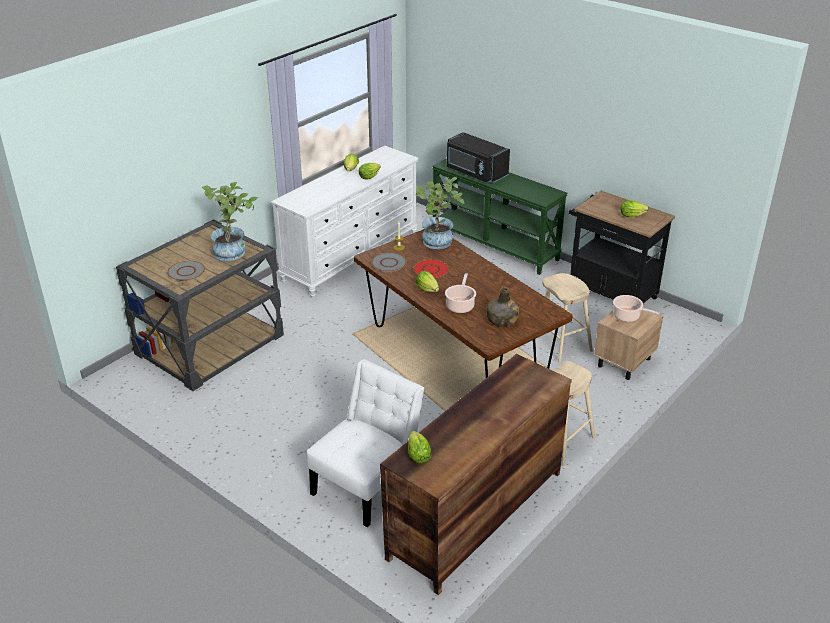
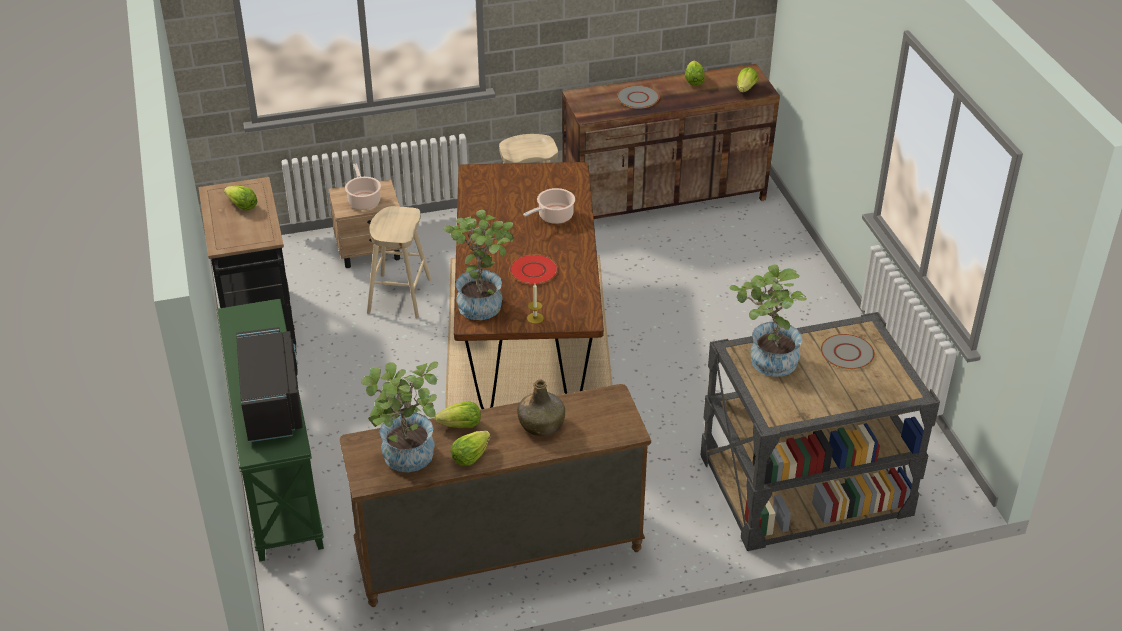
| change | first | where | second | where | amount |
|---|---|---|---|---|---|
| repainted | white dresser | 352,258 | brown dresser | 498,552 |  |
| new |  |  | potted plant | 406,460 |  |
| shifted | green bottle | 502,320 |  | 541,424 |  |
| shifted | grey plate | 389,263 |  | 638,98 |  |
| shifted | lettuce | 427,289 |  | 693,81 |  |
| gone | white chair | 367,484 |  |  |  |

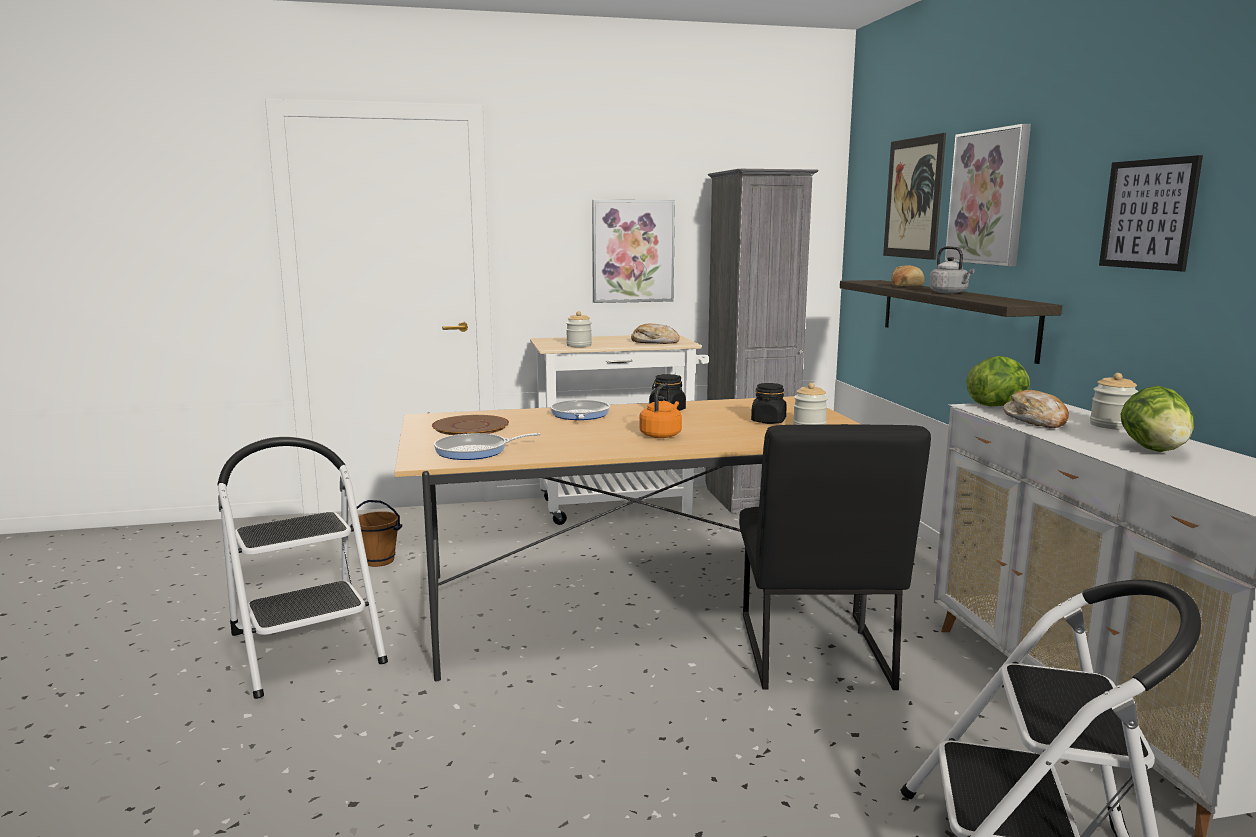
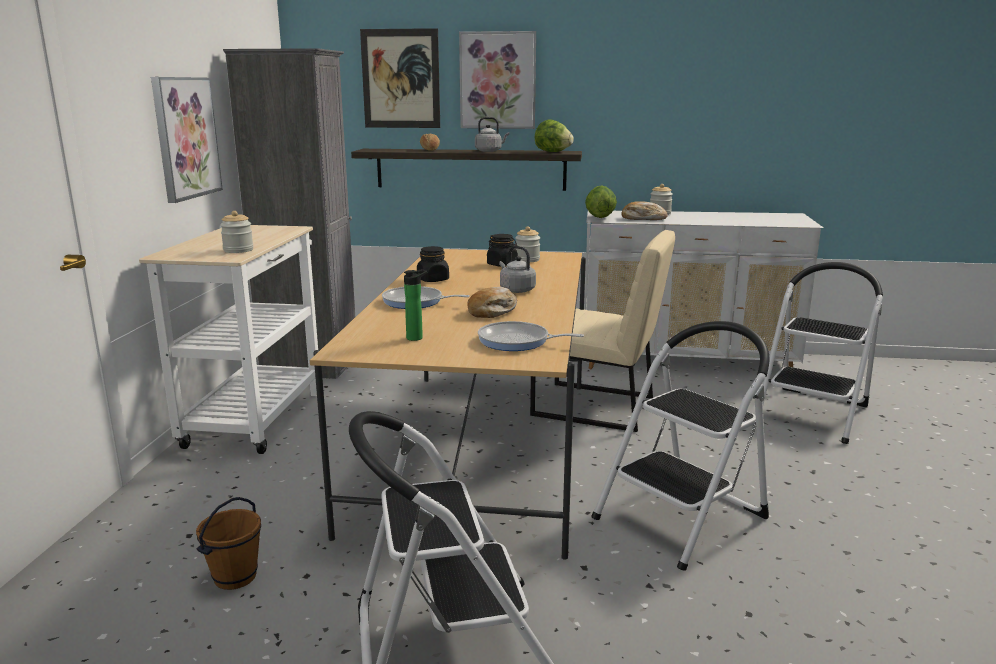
| change | first | where | second | where | amount |
|---|---|---|---|---|---|
| swapped | brown plate | 470,427 | bottle | 416,337 |  |
| shifted | bread | 654,342 |  | 493,311 |  |
| rotated | frying pan | 475,451 |  | 517,342 | 105 degrees clockwise |
| repainted | orange kettle | 661,435 | grey kettle | 516,290 |  |
| repainted | black chair | 813,652 | beige chair | 597,407 |  |
| shifted | lettuce | 1154,449 |  | 552,152 |  |
| new |  |  | step ladder | 684,517 |  |
| gone | picture | 1148,214 |  |  |  |

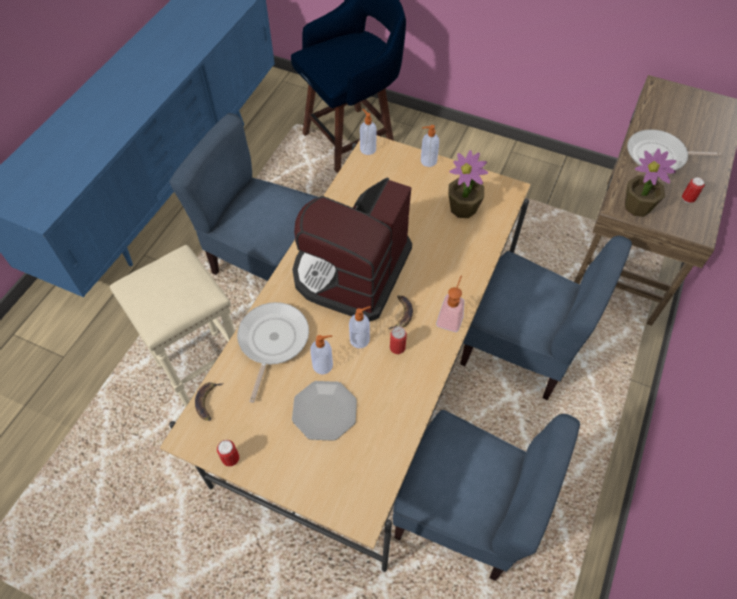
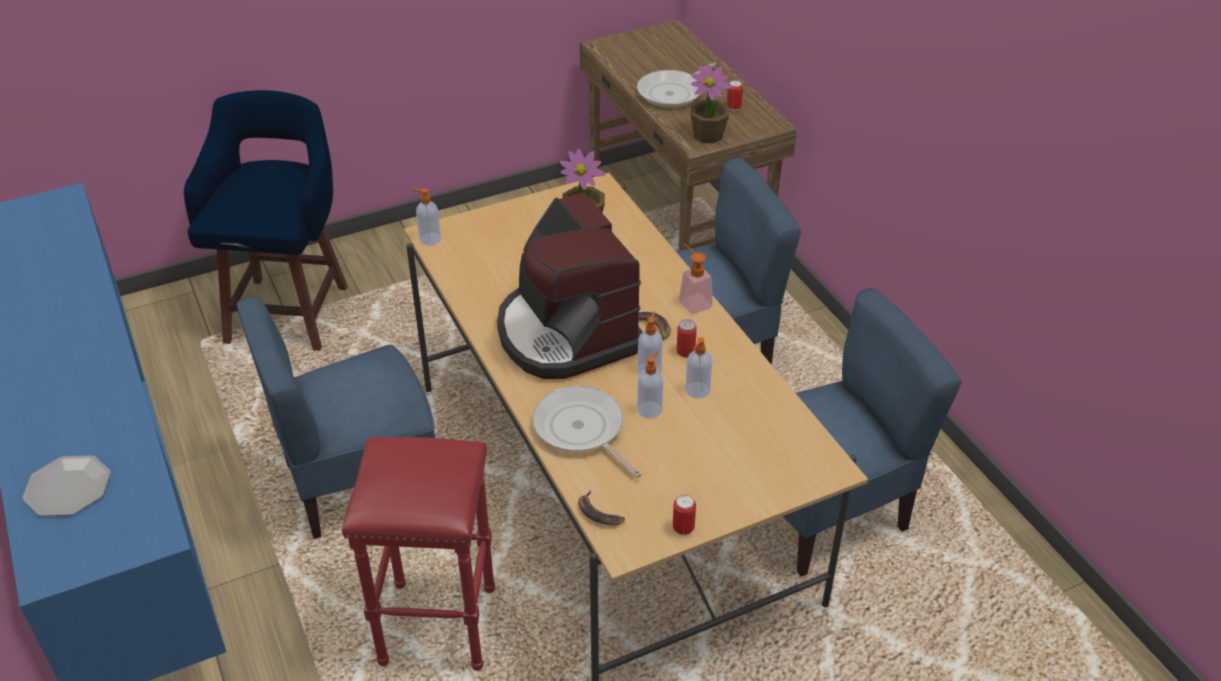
| change | first | where | second | where | amount |
|---|---|---|---|---|---|
| shifted | plate | 324,411 |  | 68,487 |  |
| repainted | beige stool | 205,371 | red stool | 440,623 |  |
| shifted | soap dispenser | 428,161 |  | 697,391 |  |

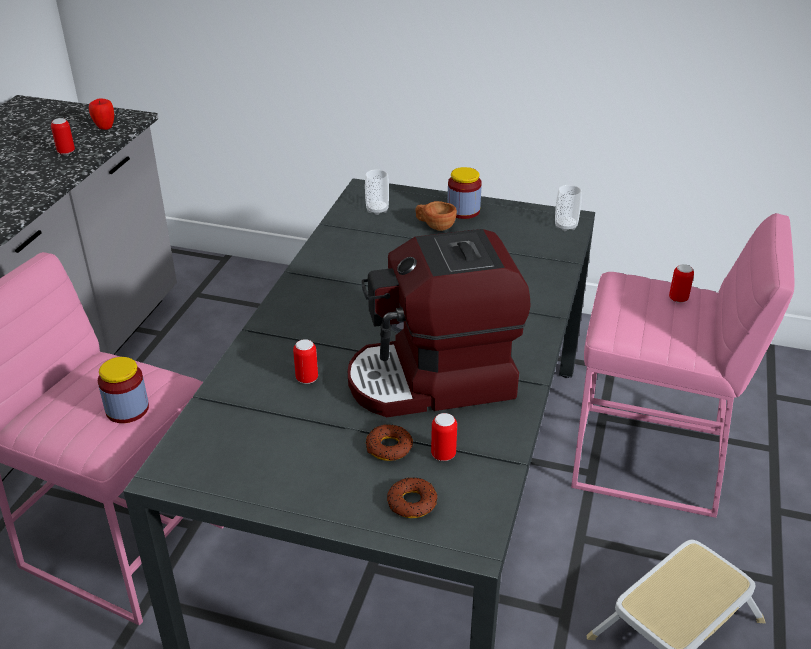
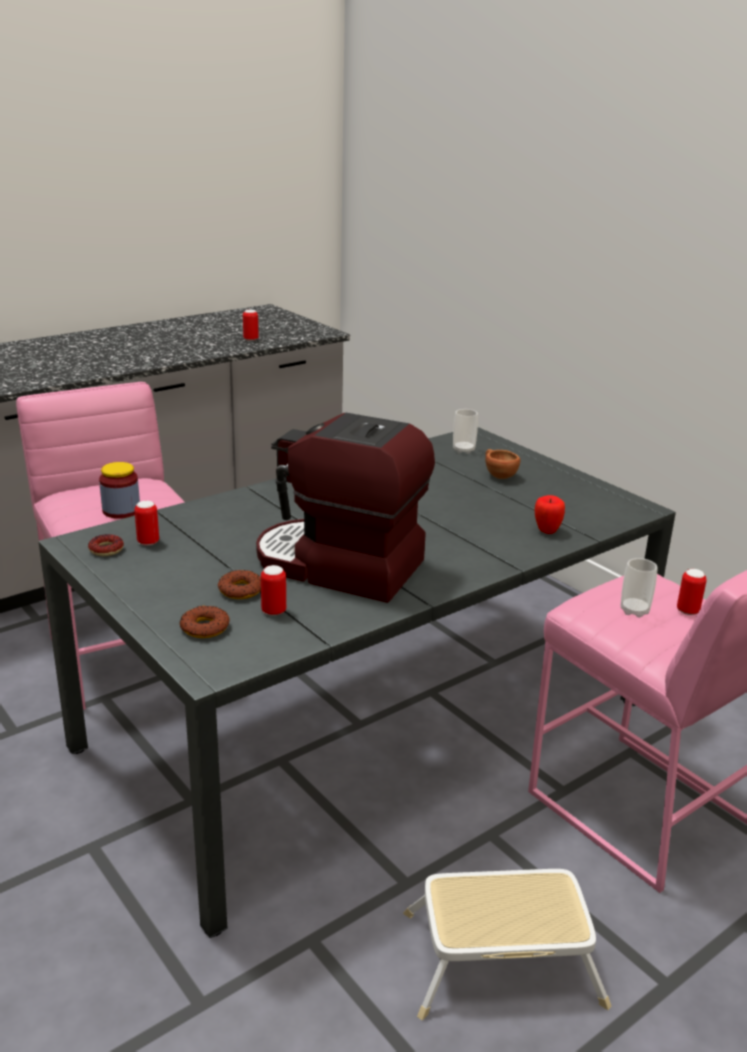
| change | first | where | second | where | amount |
|---|---|---|---|---|---|
| new |  |  | donut | 106,550 |  |
| shifted | can | 307,378 |  | 148,542 |  |
| shifted | apple | 105,127 |  | 547,531 |  |
| shifted | cup | 565,226 |  | 634,611 |  |
| gone | jar | 463,211 |  |  |  |

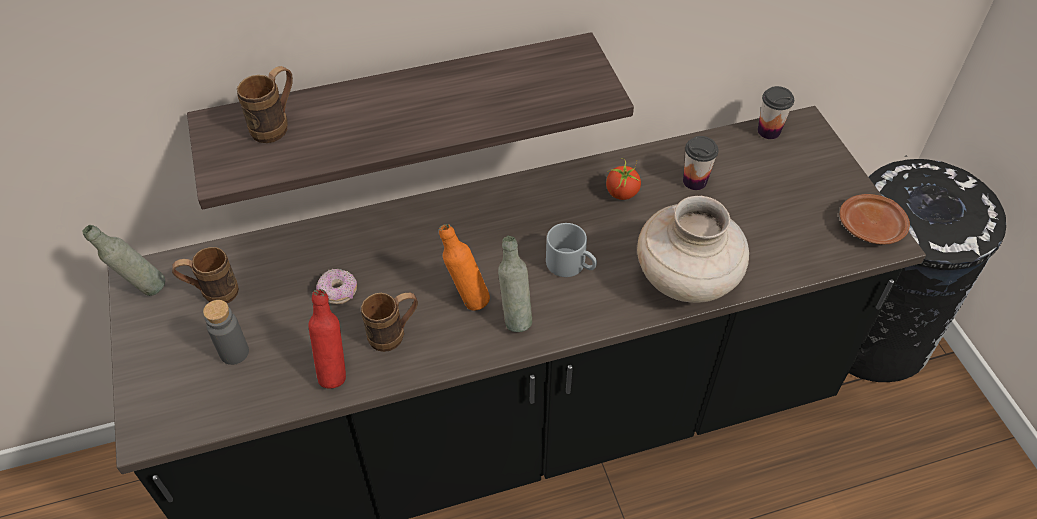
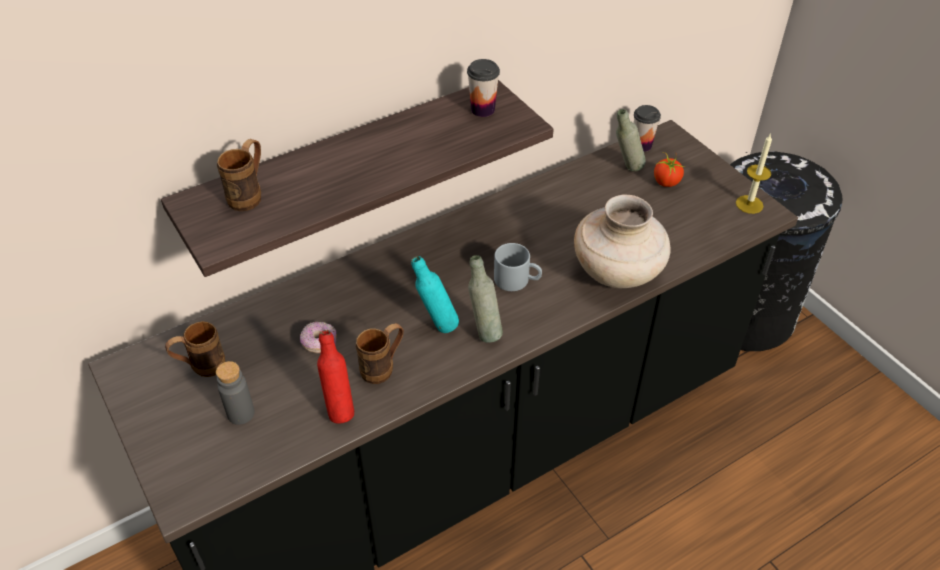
| change | first | where | second | where | amount |
|---|---|---|---|---|---|
| repainted | orange bottle | 466,298 | turquoise bottle | 436,325 |  |
| shifted | cup | 694,181 |  | 482,109 |  |
| shifted | grey bottle | 142,290 |  | 626,169 |  |
| shifted | tomato | 622,193 |  | 666,182 |  |
| swapped | brown plate | 871,227 | candle | 749,204 |  |

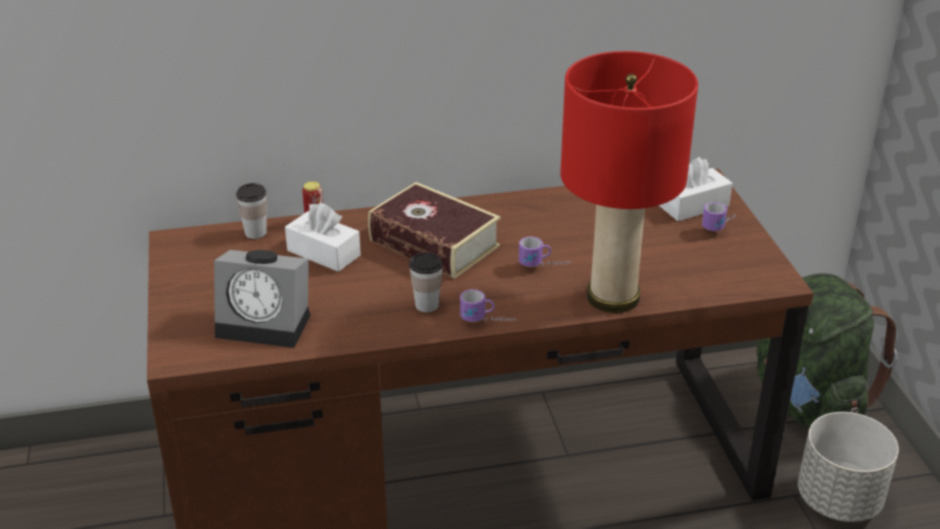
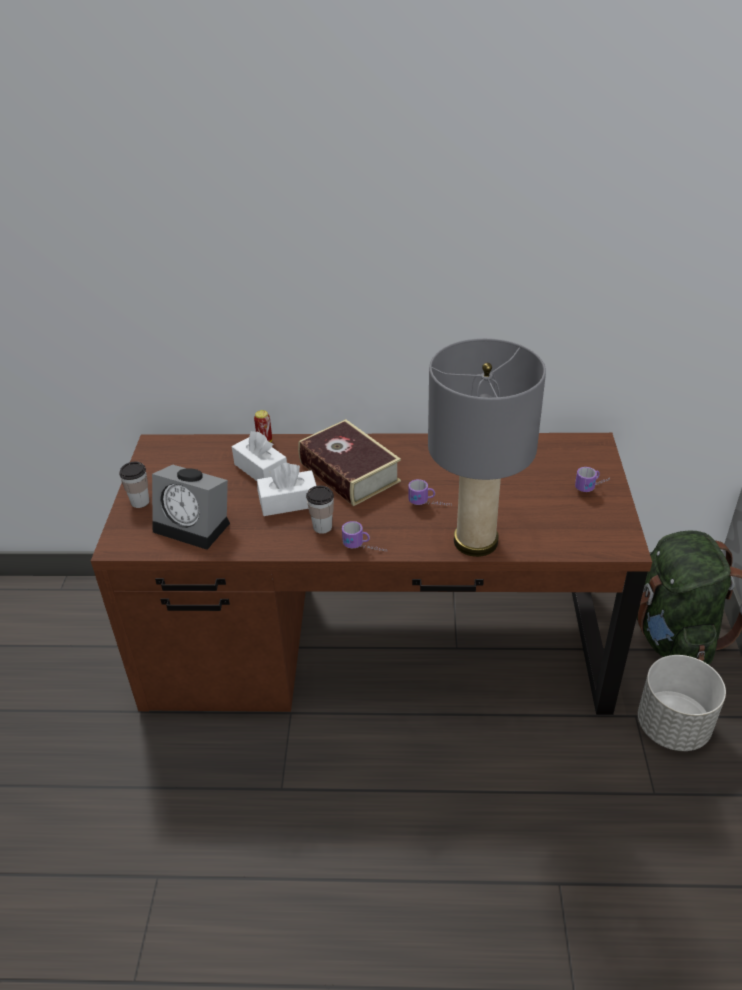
| change | first | where | second | where | amount |
|---|---|---|---|---|---|
| shifted | cup | 255,233 |  | 140,502 |  |
| shifted | white tissue box | 693,206 |  | 288,502 |  |
| repainted | red table lamp | 614,297 | grey table lamp | 476,541 |  |

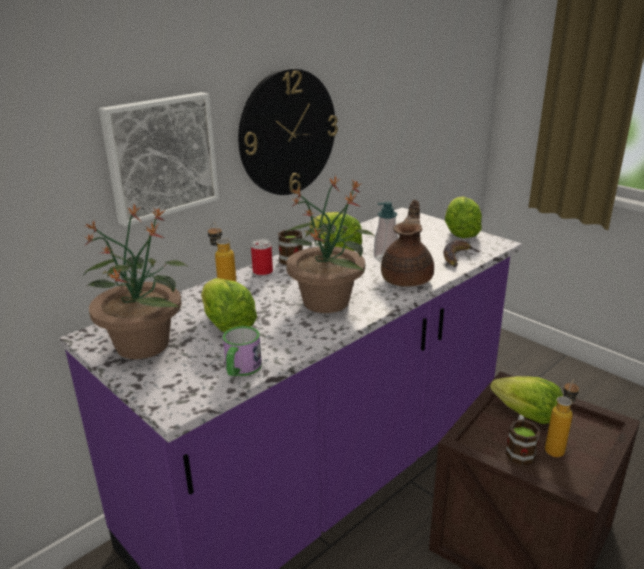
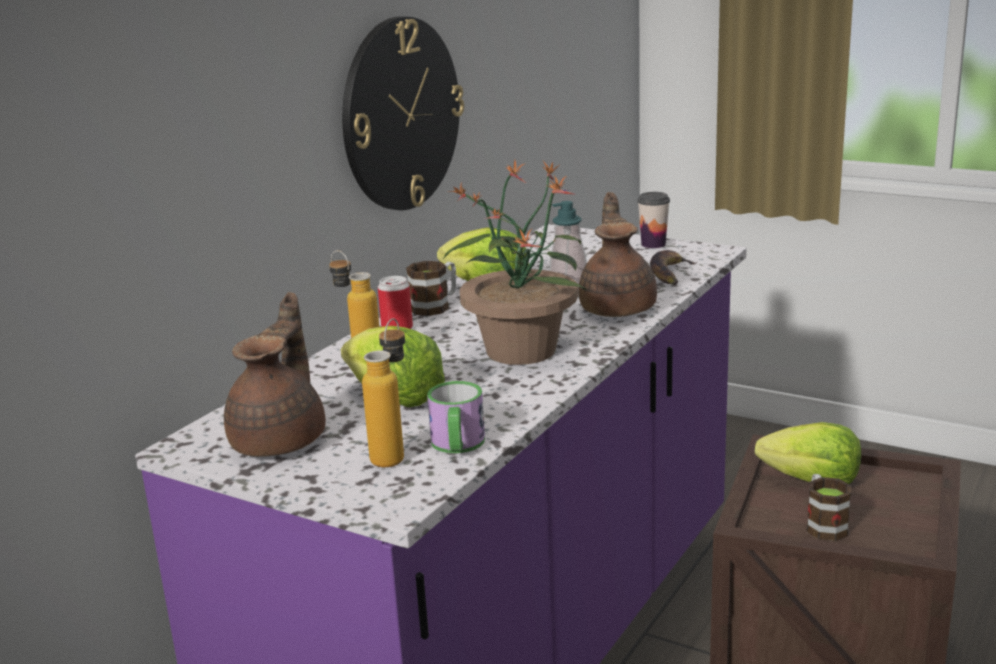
| change | first | where | second | where | amount |
|---|---|---|---|---|---|
| swapped | potted plant | 143,344 | brown teapot | 282,440 |  |
| shifted | bottle | 557,447 |  | 394,454 |  |
| swapped | lettuce | 460,232 | cup | 653,244 |  |
| gone | picture | 160,156 |  |  |  |

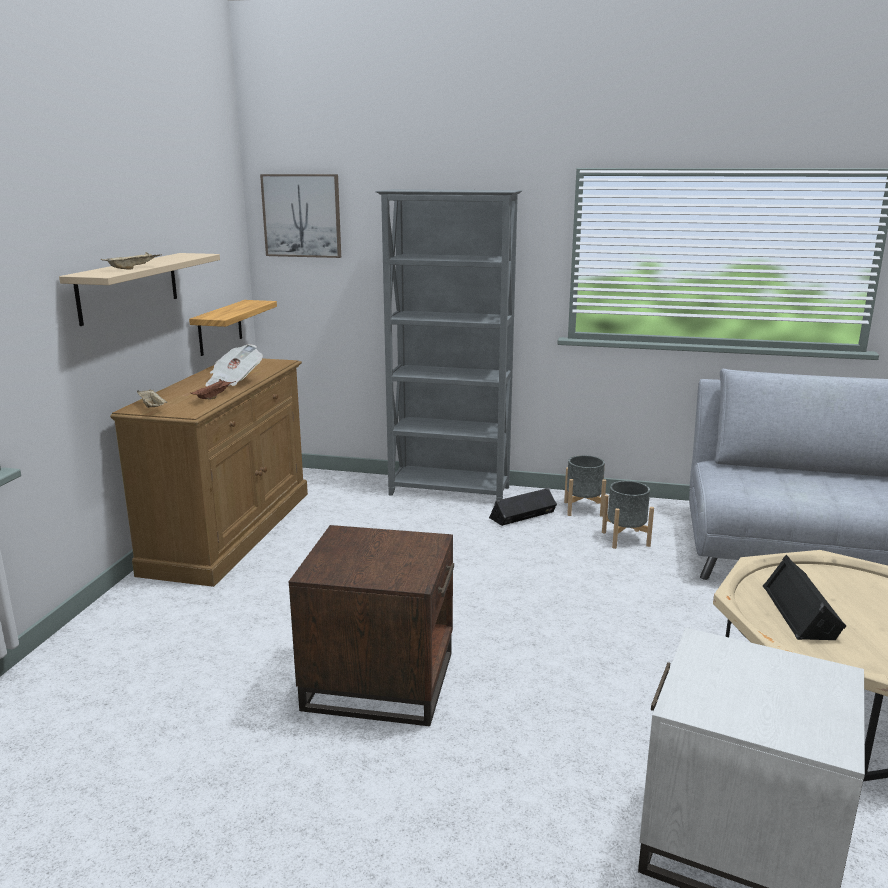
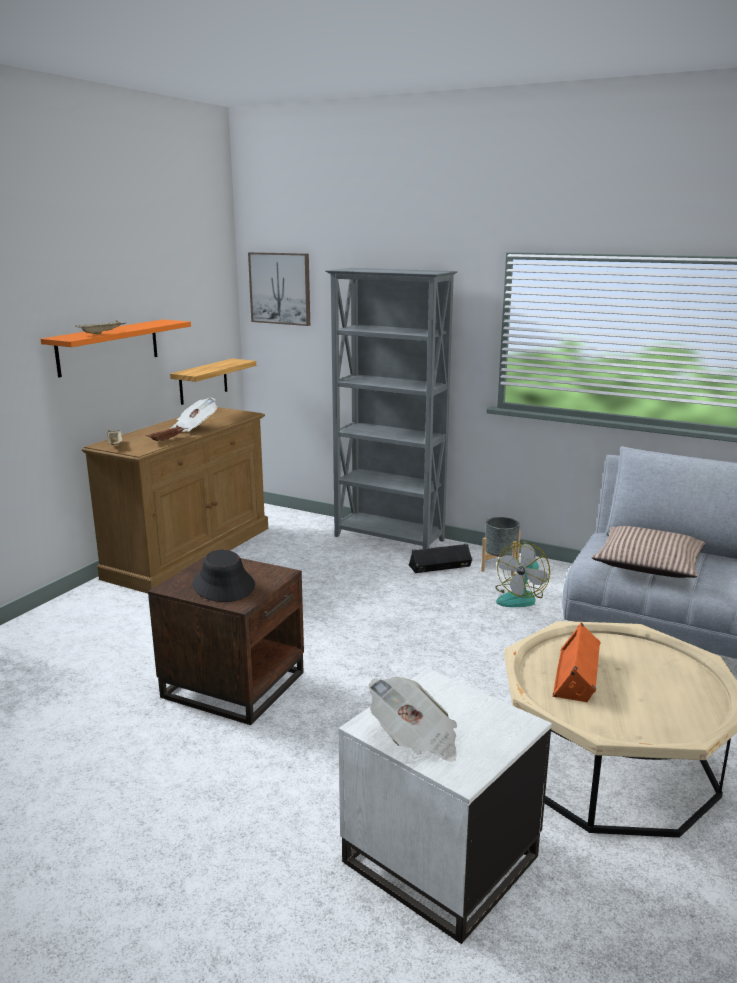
| change | first | where | second | where | amount |
|---|---|---|---|---|---|
| repainted | beige shelf | 129,287 | orange shelf | 108,347 |  |
| new |  |  | black hat | 224,585 |  |
| new |  |  | newspaper | 415,740 |  |
| swapped | grey planter | 625,539 | fan | 520,597 |  |
| repainted | black speaker | 802,611 | orange speaker | 578,674 |  |
| new |  |  | pillow | 648,564 |  |

